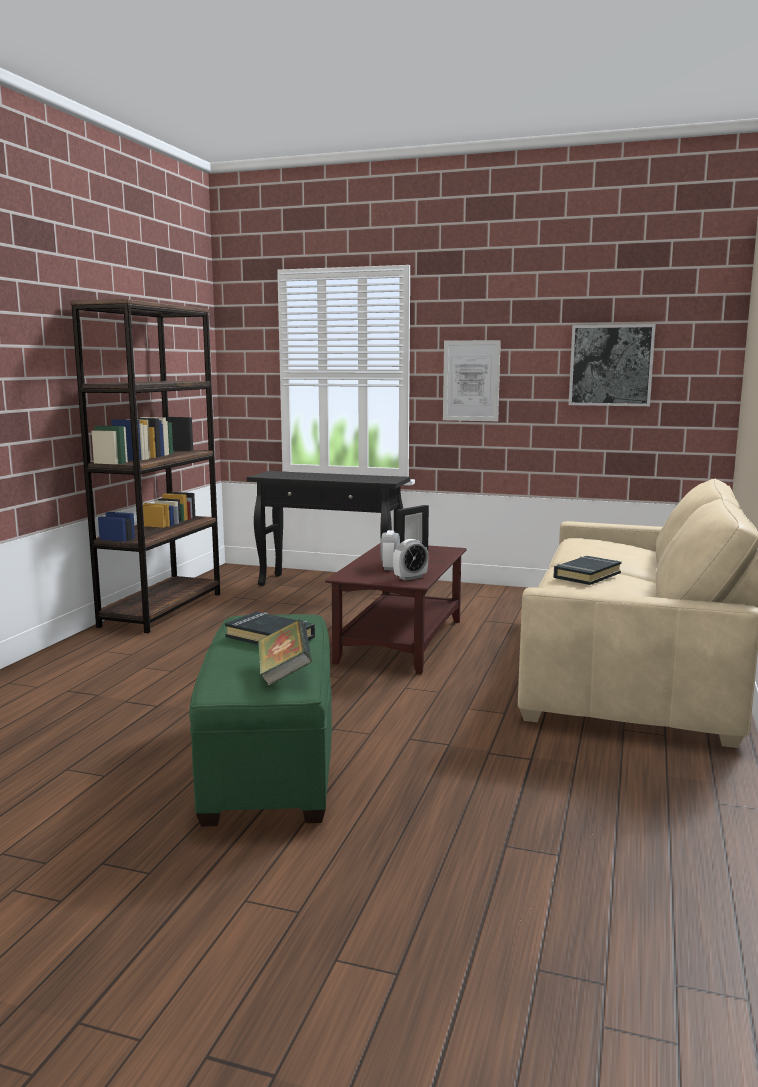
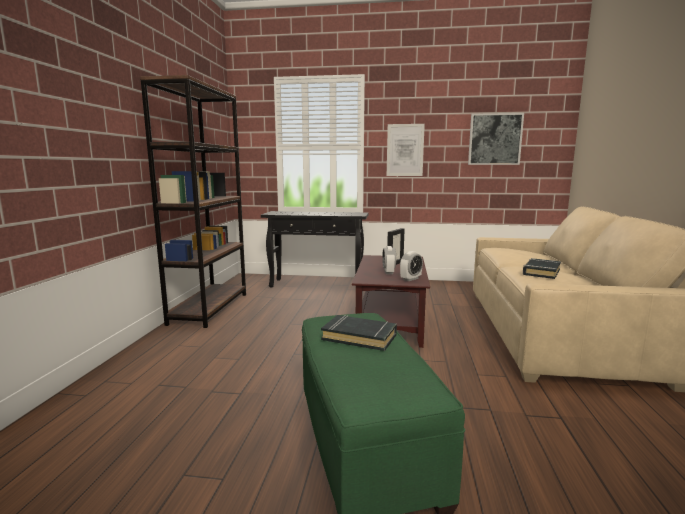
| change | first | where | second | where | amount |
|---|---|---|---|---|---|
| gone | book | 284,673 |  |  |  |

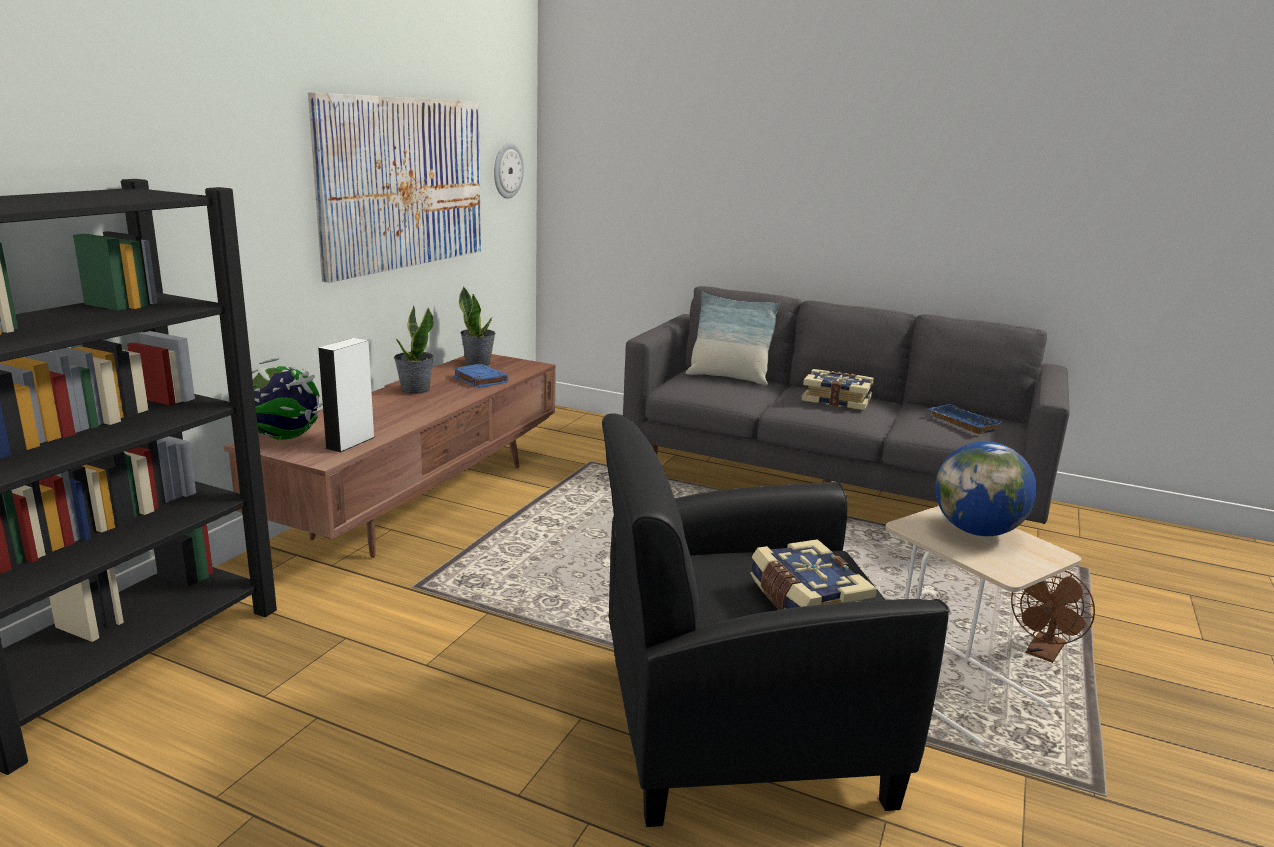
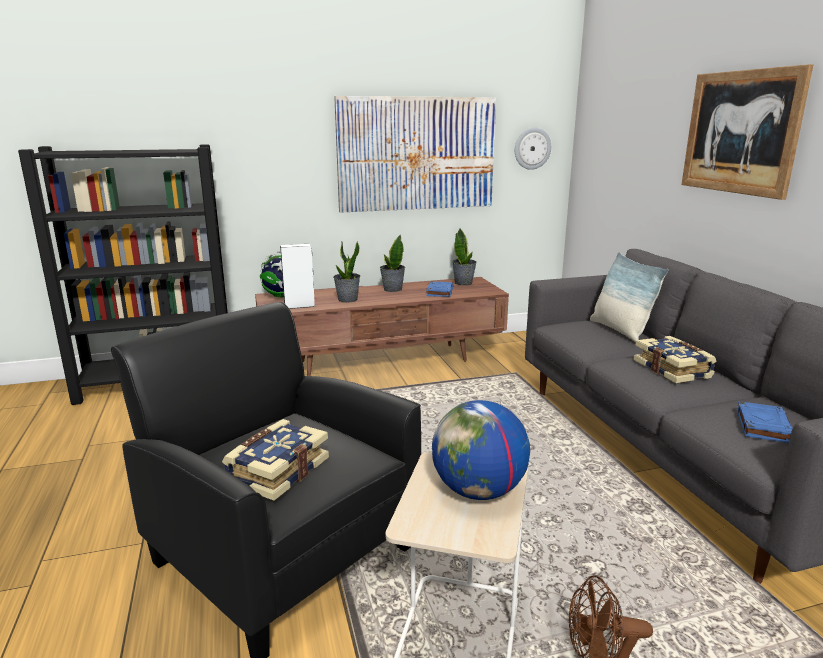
| change | first | where | second | where | amount |
|---|---|---|---|---|---|
| new |  |  | potted plant | 347,299 |  |
| new |  |  | picture | 740,132 |  |
| swapped | blue tray | 961,423 | blue book | 763,426 |  |

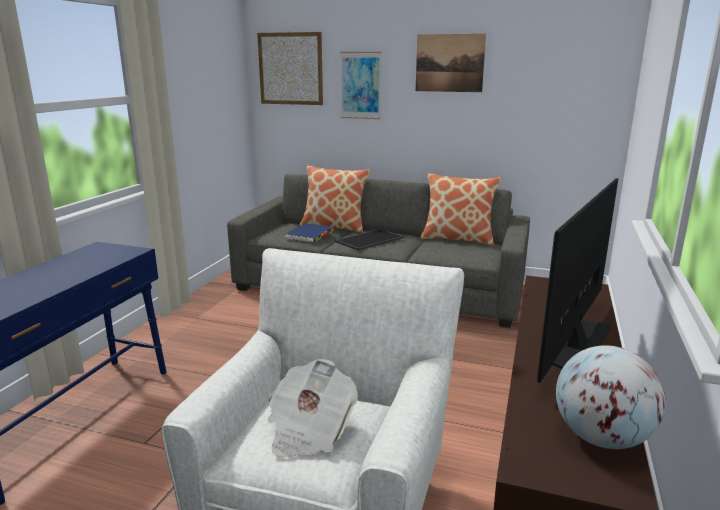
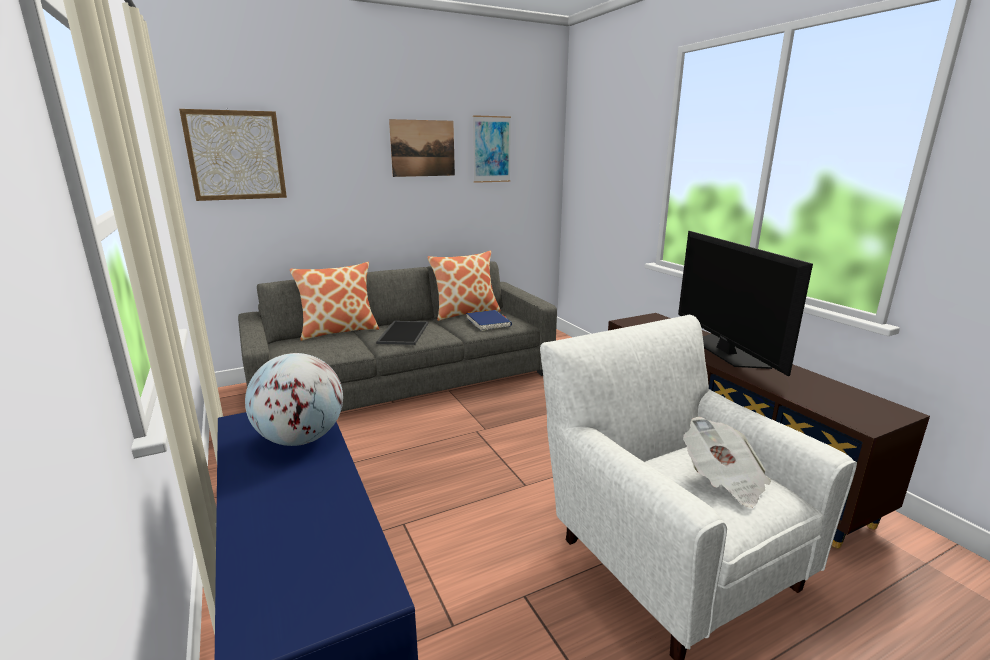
| change | first | where | second | where | amount |
|---|---|---|---|---|---|
| shifted | globe | 601,438 |  | 301,439 |  |
| shifted | blue book | 309,235 |  | 488,322 |  |
| shifted | picture | 360,85 |  | 491,149 |  |

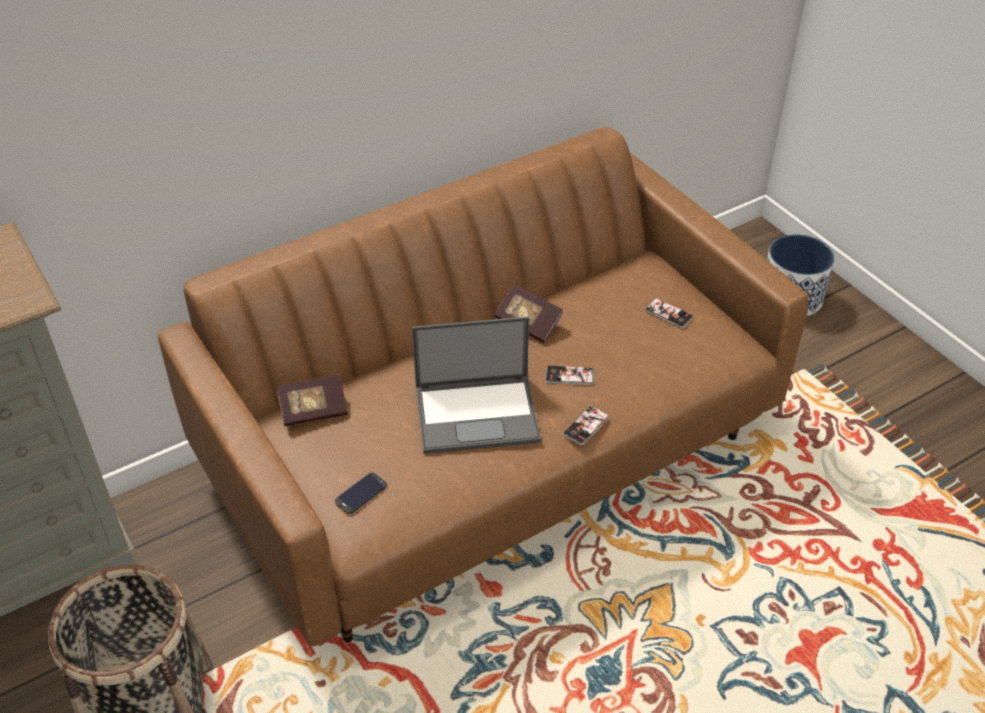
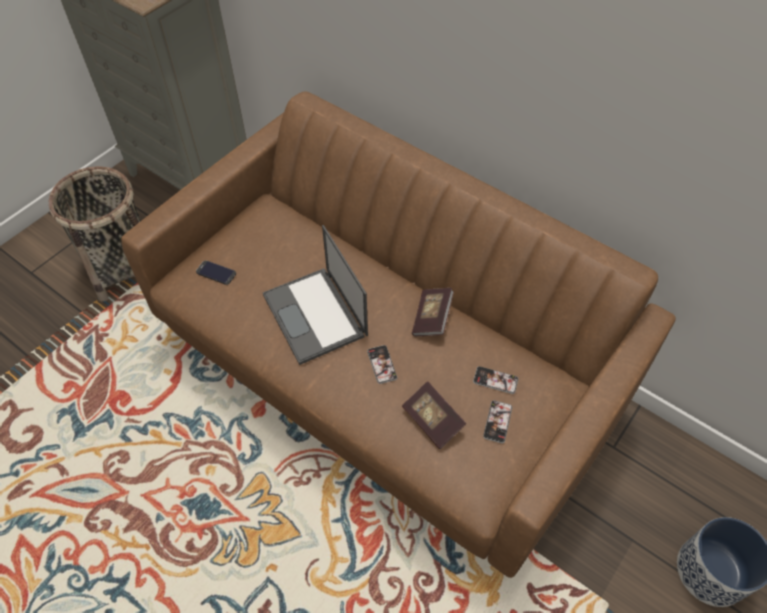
| change | first | where | second | where | amount |
|---|---|---|---|---|---|
| shifted | book | 313,410 |  | 432,420 |  |
| shifted | phone | 586,426 |  | 495,380 |  |

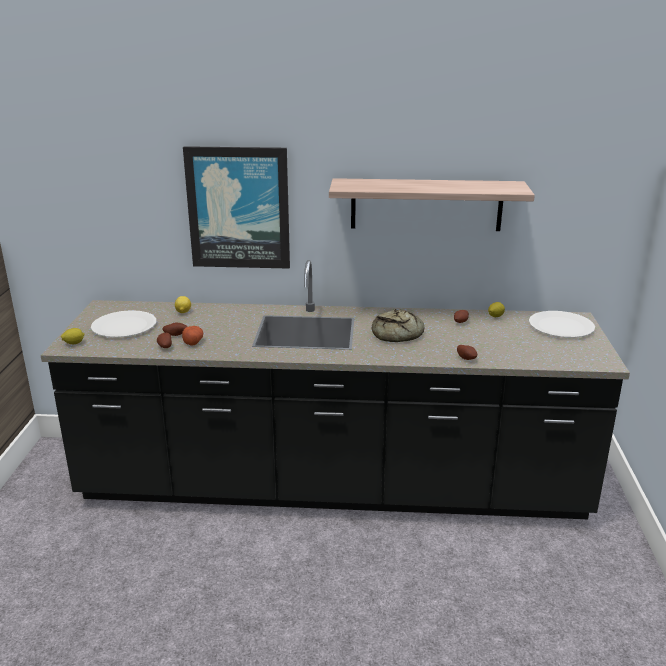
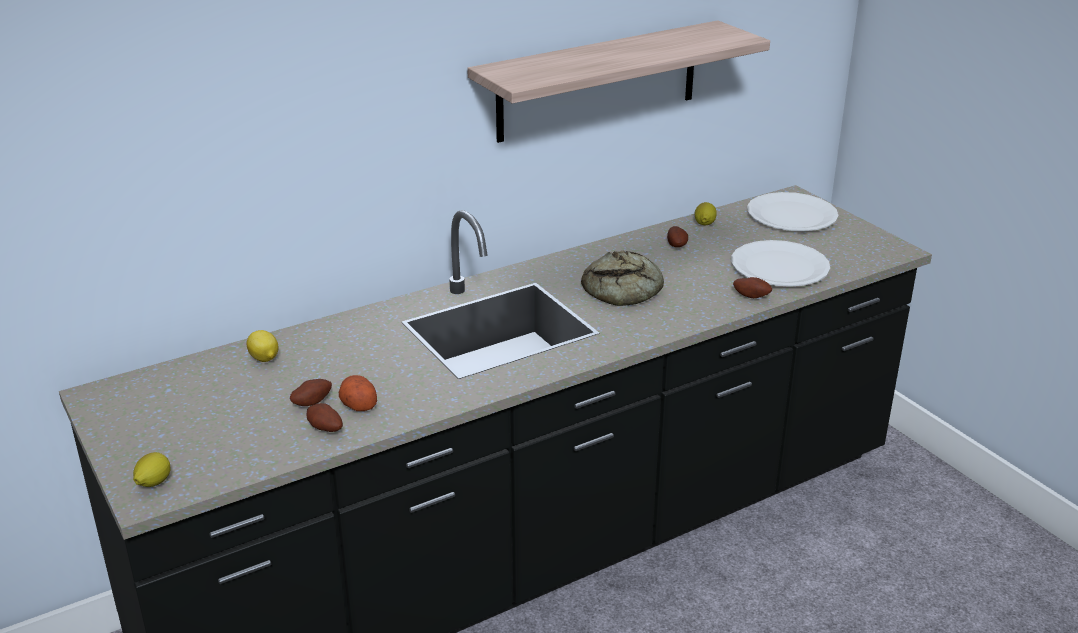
| change | first | where | second | where | amount |
|---|---|---|---|---|---|
| shifted | white plate | 124,326 |  | 780,266 |  |
| gone | picture | 238,208 |  |  |  |

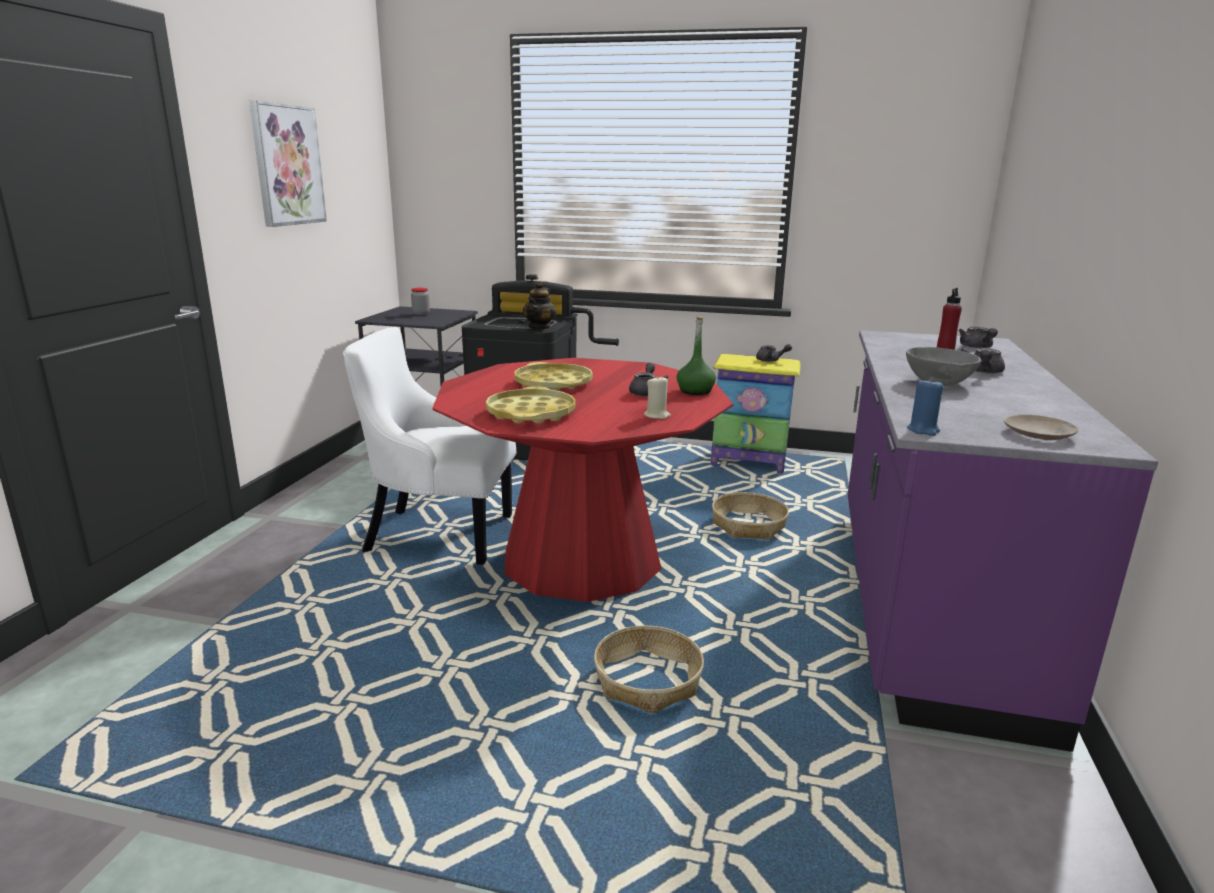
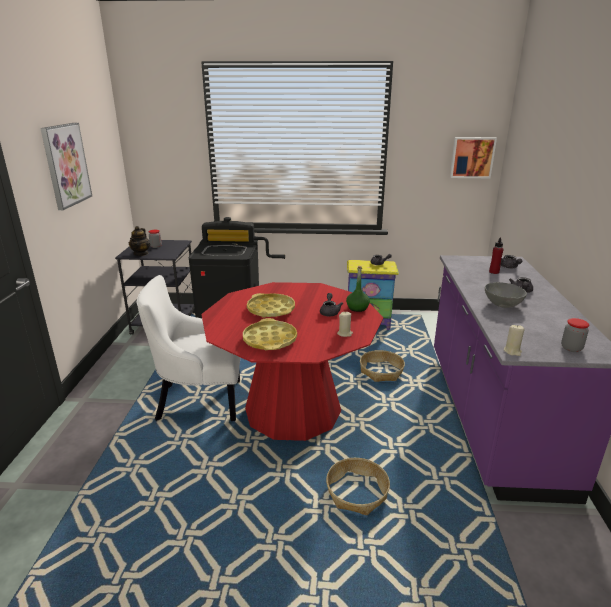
| change | first | where | second | where | amount |
|---|---|---|---|---|---|
| shifted | teapot | 540,327 |  | 141,253 |  |
| new |  |  | picture | 472,157 |  |
| repainted | blue candle | 923,430 | beige candle | 512,351 |  |
| swapped | beige plate | 1039,434 | jar | 571,348 |  |

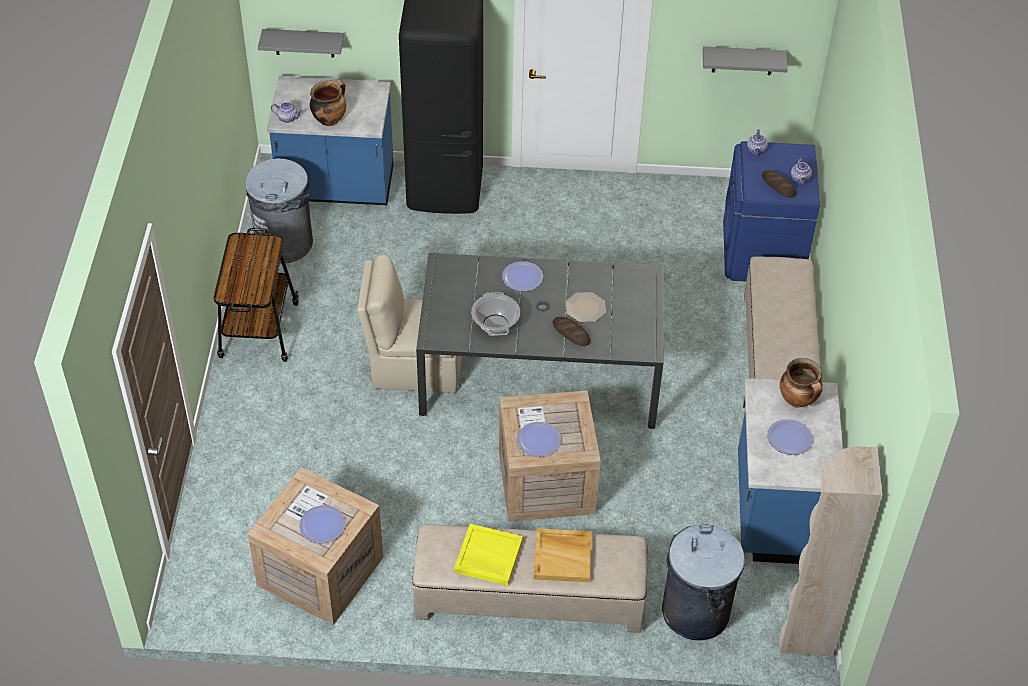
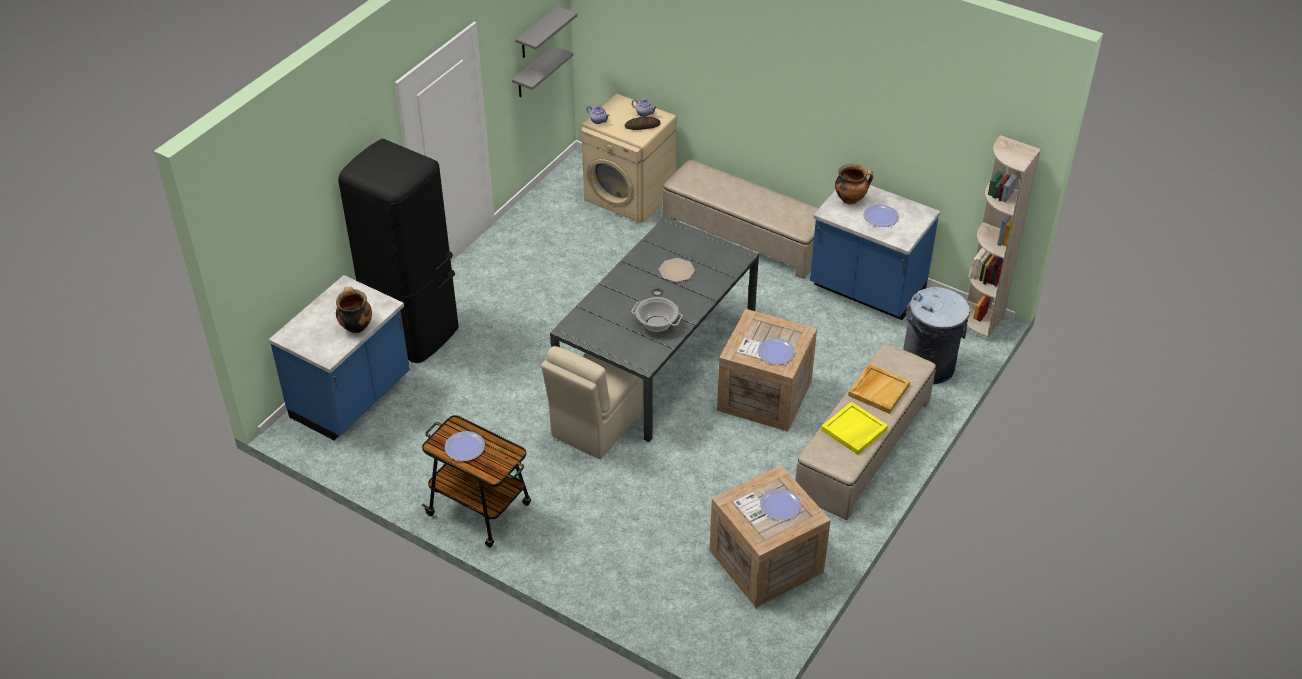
| change | first | where | second | where | amount |
|---|---|---|---|---|---|
| shifted | plate | 522,277 |  | 464,447 |  |
| shifted | grey shelf | 304,43 |  | 537,34 |  |
| repainted | blue washing machine | 761,252 | beige washing machine | 629,196 |  |
| gone | grey trash can | 284,243 |  |  |  |
| gone | teapot | 288,118 |  |  |  |
| gone | bread | 571,333 |  |  |  |

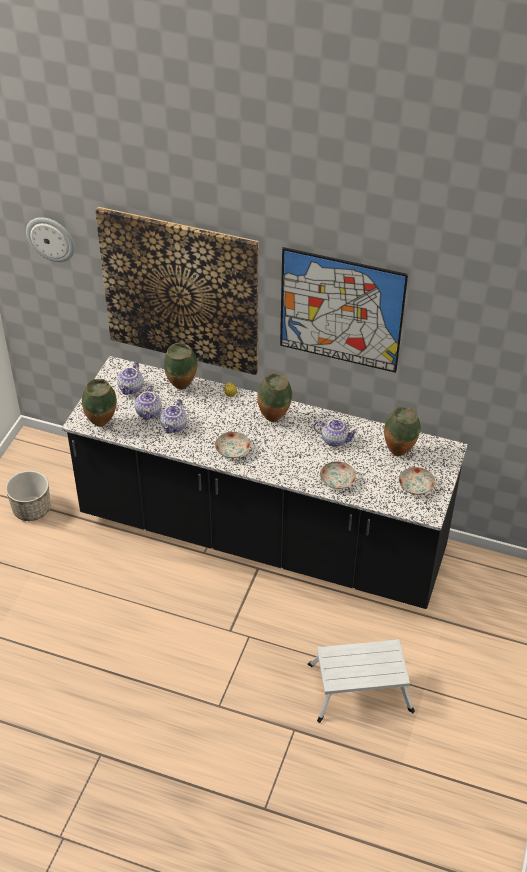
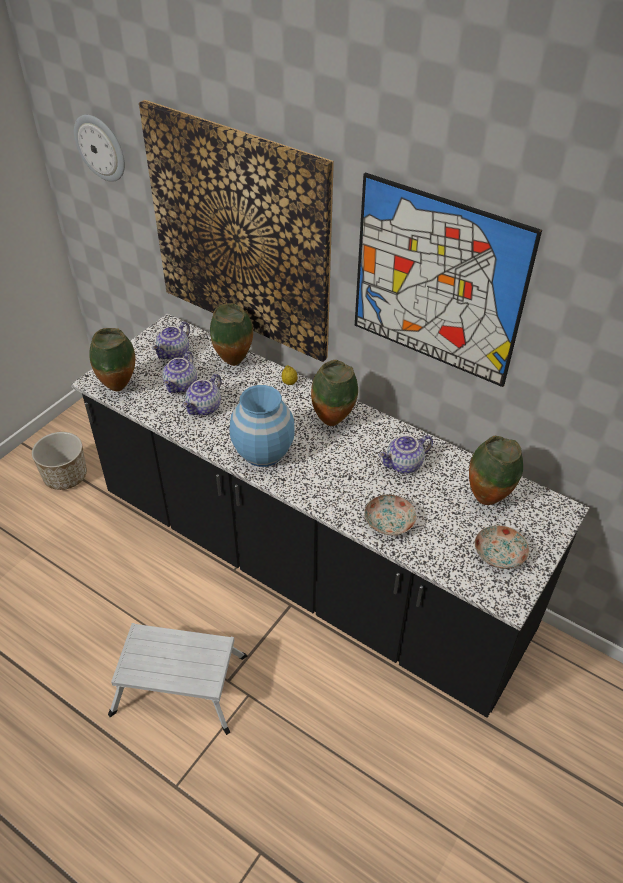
| change | first | where | second | where | amount |
|---|---|---|---|---|---|
| shifted | white step ladder | 360,687 |  | 180,684 |  |
| swapped | plate | 232,450 | blue vase | 263,452 |  |
| rotated | teapot | 335,440 |  | 404,465 | 120 degrees clockwise |

